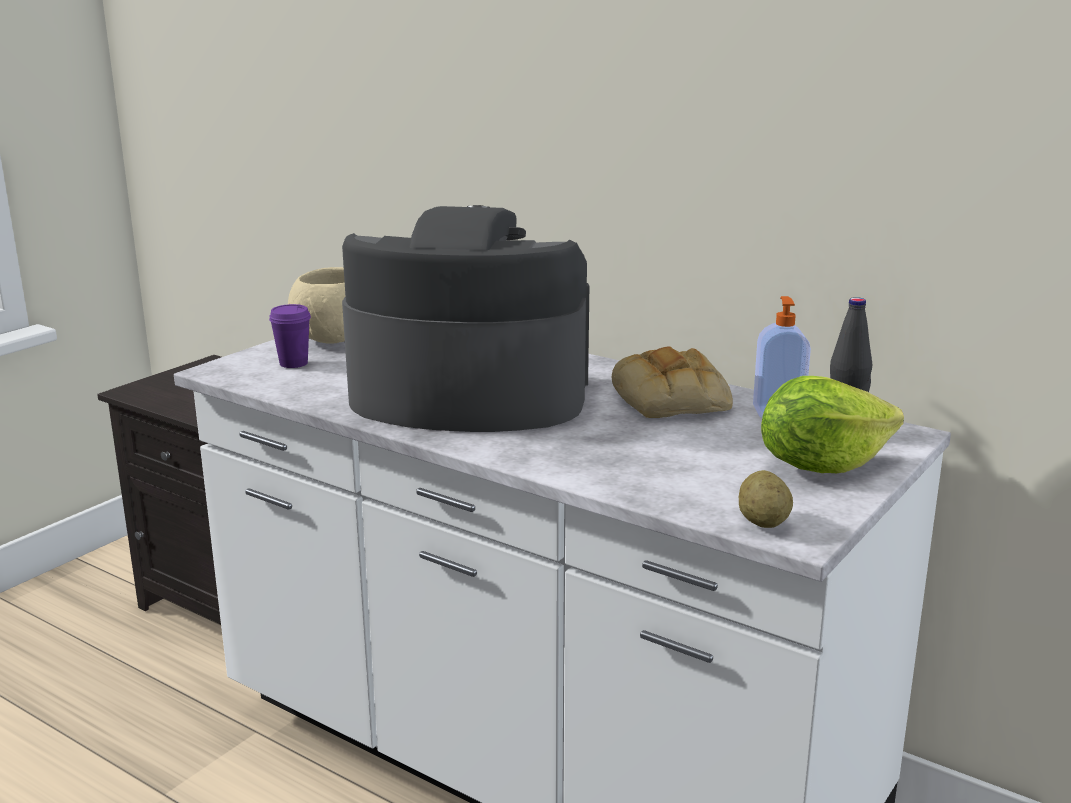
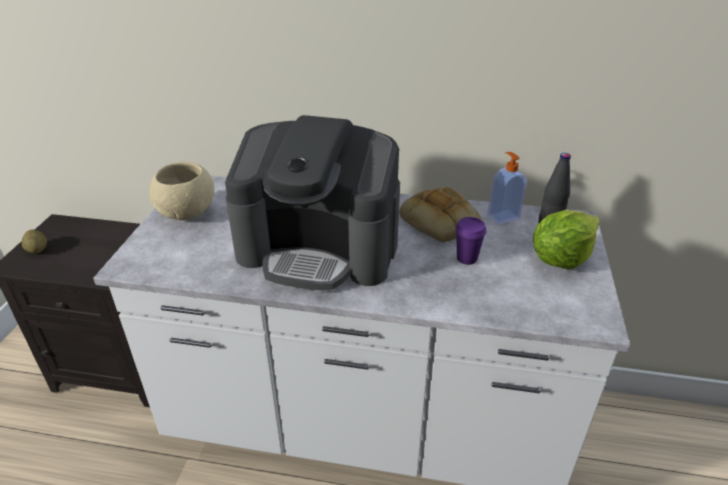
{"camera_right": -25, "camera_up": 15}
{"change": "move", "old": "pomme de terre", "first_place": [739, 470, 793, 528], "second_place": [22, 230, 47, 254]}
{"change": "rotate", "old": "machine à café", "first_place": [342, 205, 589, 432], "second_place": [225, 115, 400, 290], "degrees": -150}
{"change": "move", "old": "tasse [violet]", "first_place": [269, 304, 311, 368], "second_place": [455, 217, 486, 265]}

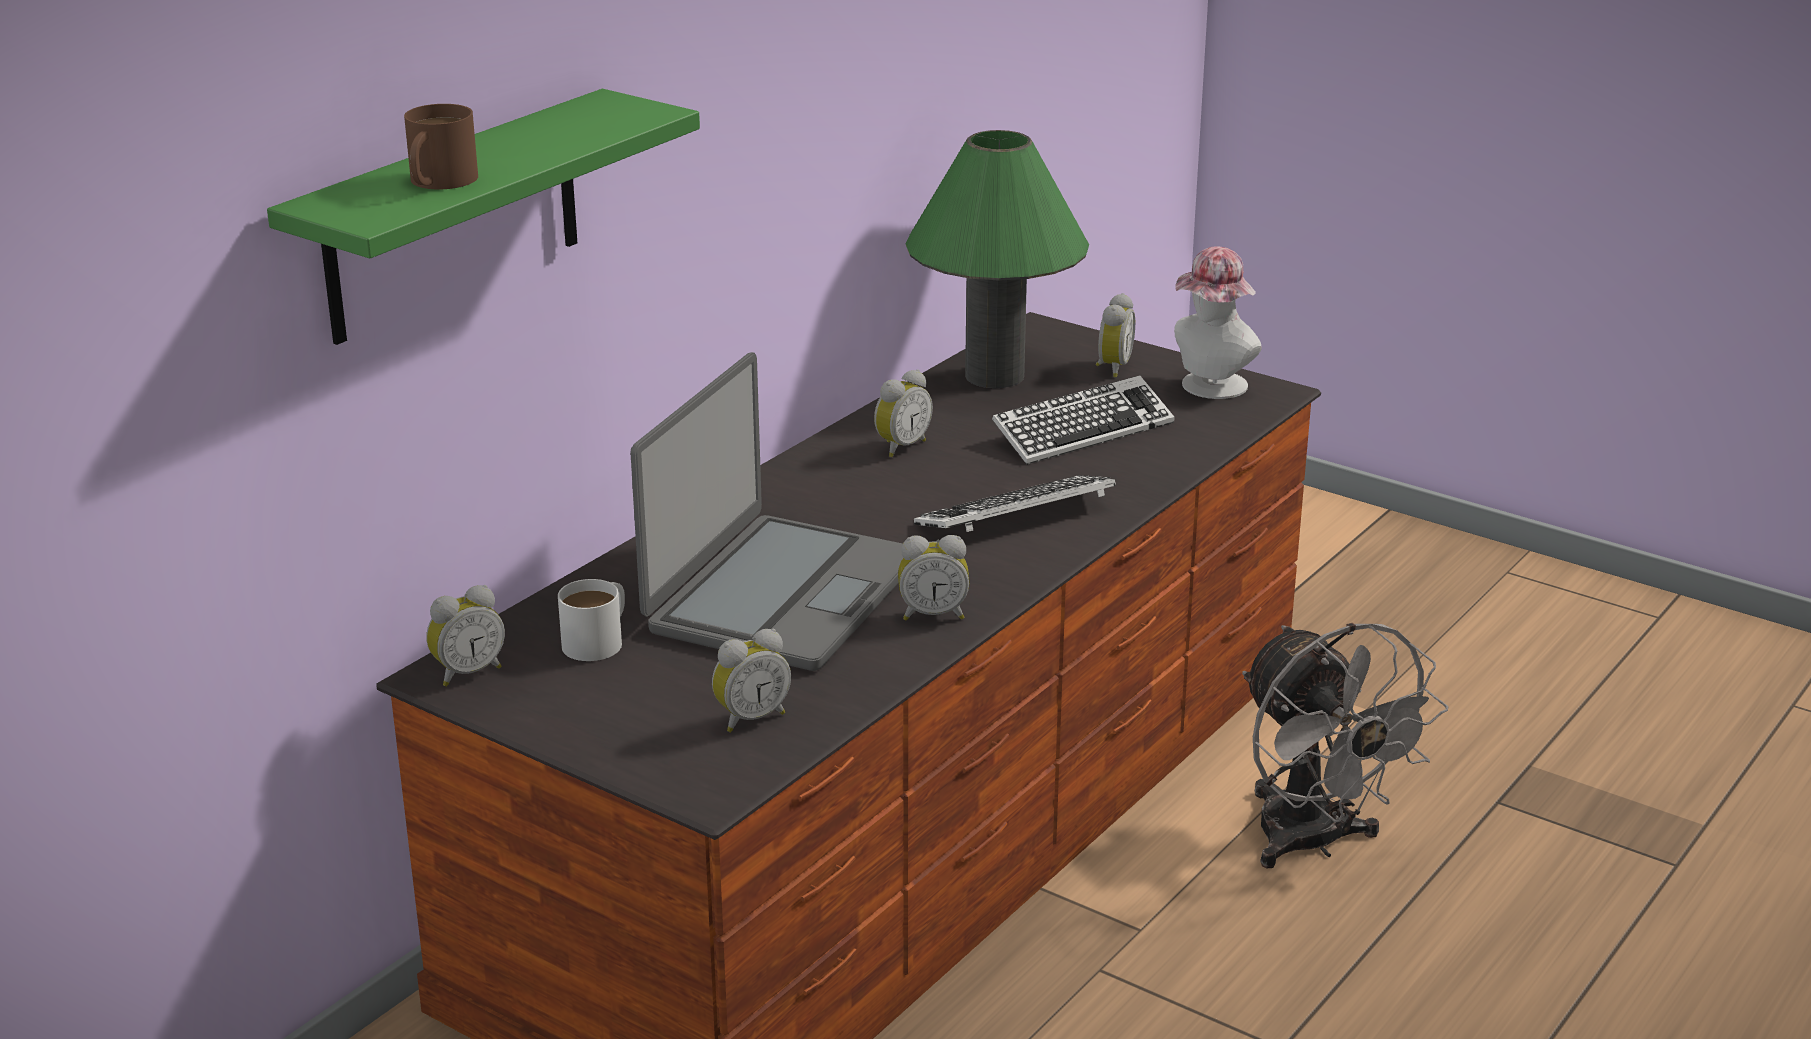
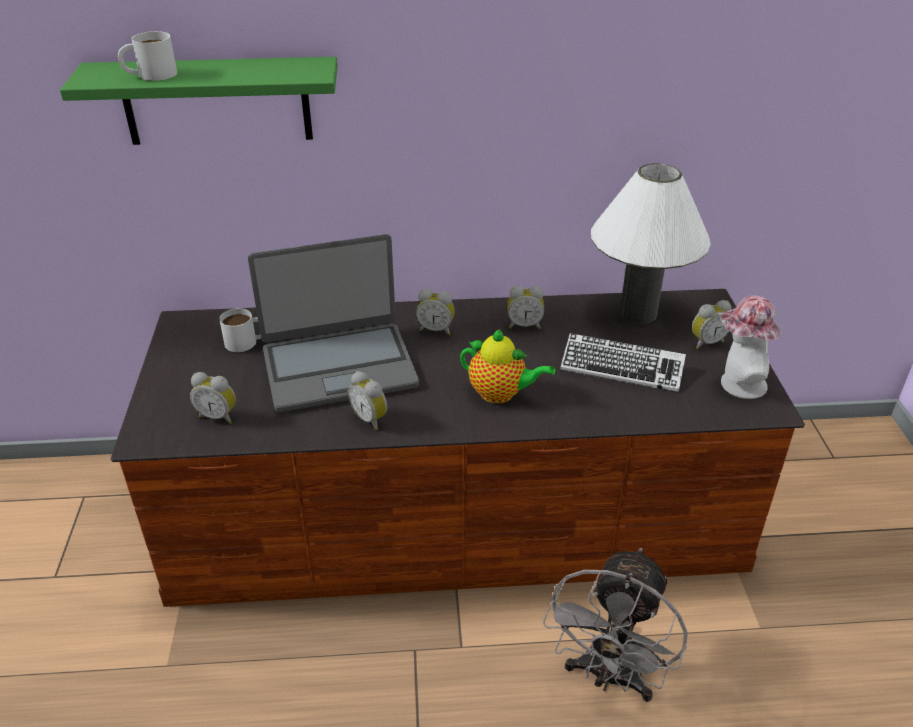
{"camera_right": 50, "camera_up": 10}
{"change": "recolor", "old": "mug [marron]", "new": "mug [blanc]", "first_place": [404, 104, 478, 189], "second_place": [118, 31, 177, 81]}
{"change": "move", "old": "réveil", "first_place": [426, 585, 505, 686], "second_place": [416, 289, 455, 335]}
{"change": "replace", "old": "clavier", "new": "théière", "first_place": [914, 475, 1116, 532], "second_place": [460, 329, 555, 403]}
{"change": "recolor", "old": "lampe de table [vert]", "new": "lampe de table [blanc]", "first_place": [905, 130, 1089, 388], "second_place": [591, 163, 711, 324]}

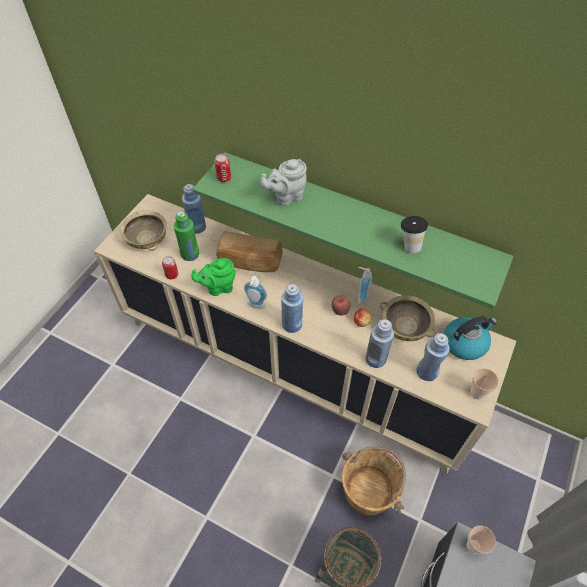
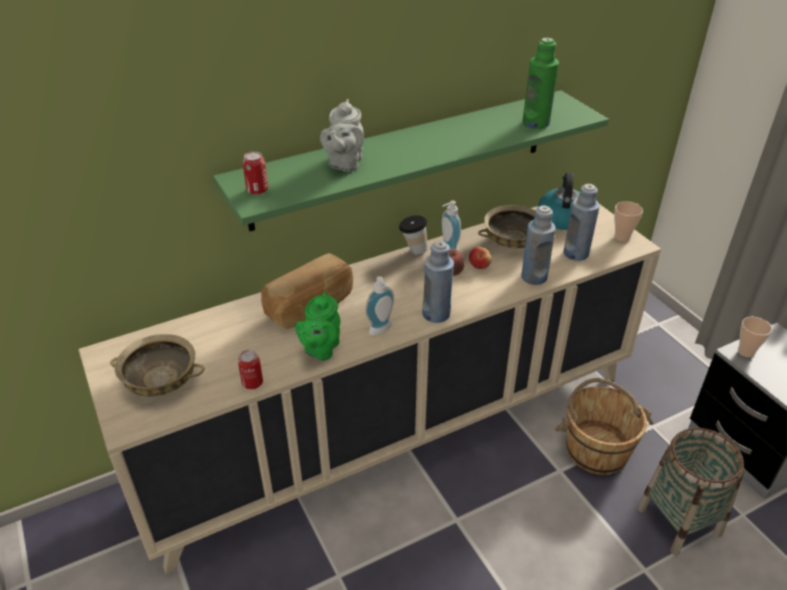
{"camera_right": -55, "camera_up": -15}
{"change": "move", "old": "tasse", "first_place": [400, 216, 428, 253], "second_place": [399, 215, 428, 255]}
{"change": "move", "old": "bouteille [vert]", "first_place": [174, 211, 199, 261], "second_place": [523, 38, 559, 129]}
{"change": "delete", "old": "bouteille [bleu]", "first_place": [182, 184, 206, 234]}

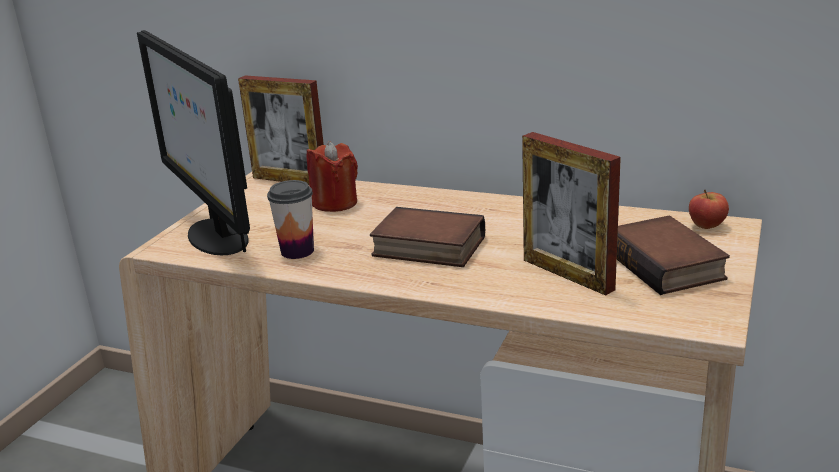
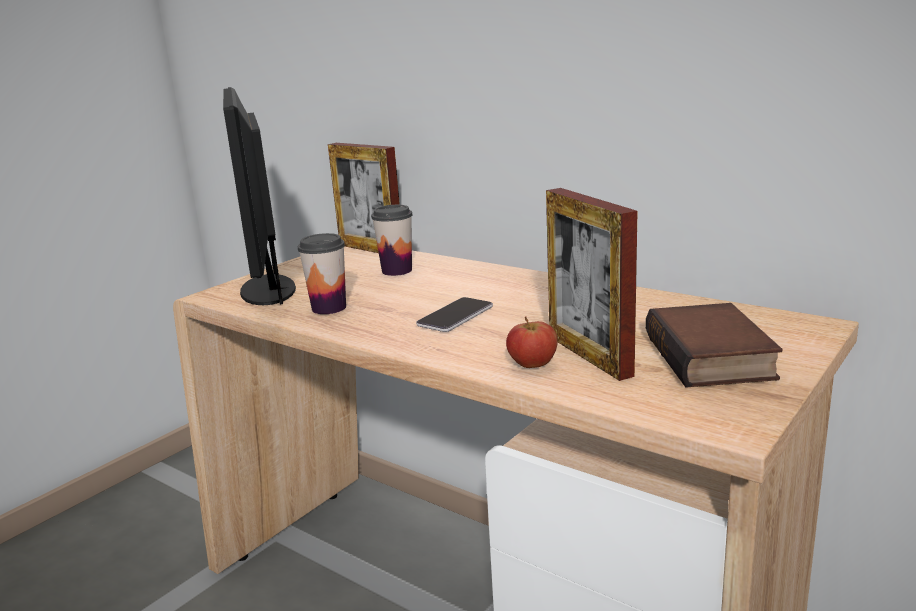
{"camera_right": 15, "camera_up": -5}
{"change": "replace", "old": "bougie [rouge]", "new": "tasse", "first_place": [307, 141, 358, 212], "second_place": [371, 205, 412, 276]}
{"change": "replace", "old": "livre", "new": "téléphone", "first_place": [370, 207, 485, 267], "second_place": [416, 297, 493, 332]}
{"change": "move", "old": "pomme", "first_place": [689, 189, 729, 229], "second_place": [506, 316, 558, 368]}

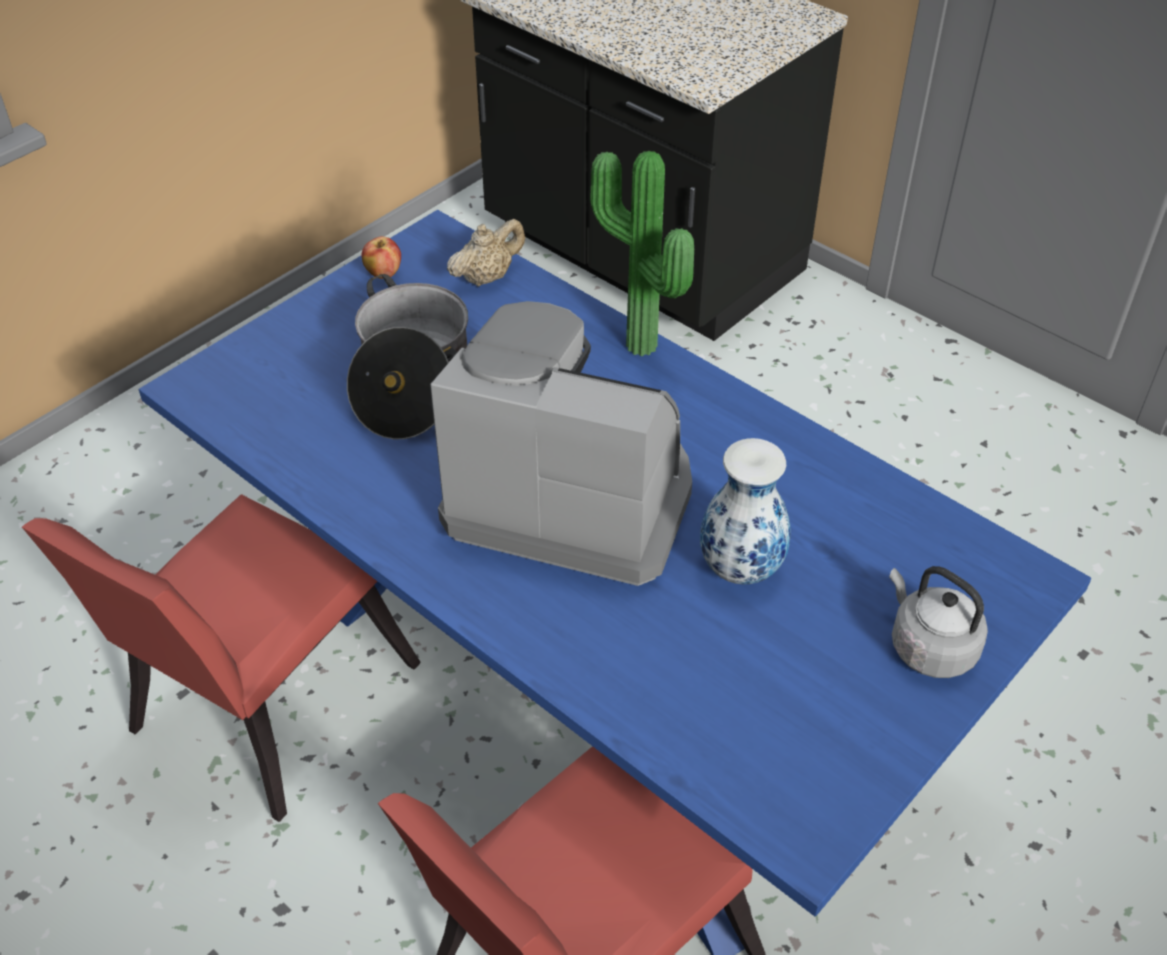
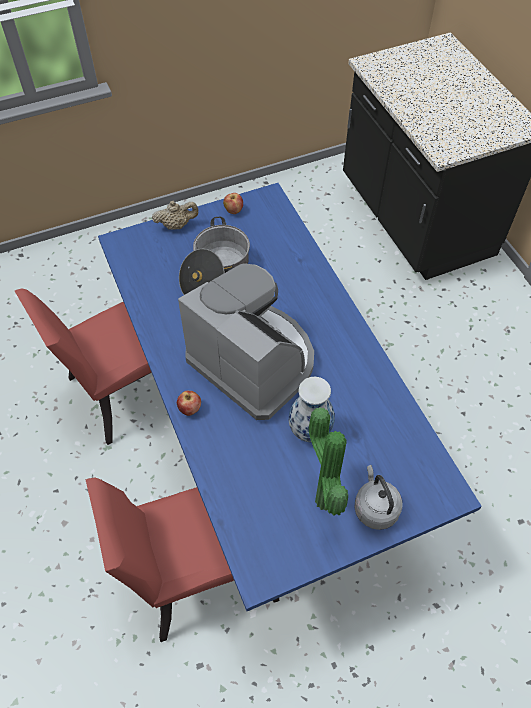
{"camera_right": 25, "camera_up": 10}
{"change": "move", "old": "théière [beige]", "first_place": [447, 219, 525, 287], "second_place": [152, 201, 198, 230]}
{"change": "insert", "new": "pomme", "second_place": [177, 391, 201, 416]}
{"change": "move", "old": "plante en pot", "first_place": [590, 151, 694, 356], "second_place": [309, 407, 348, 516]}

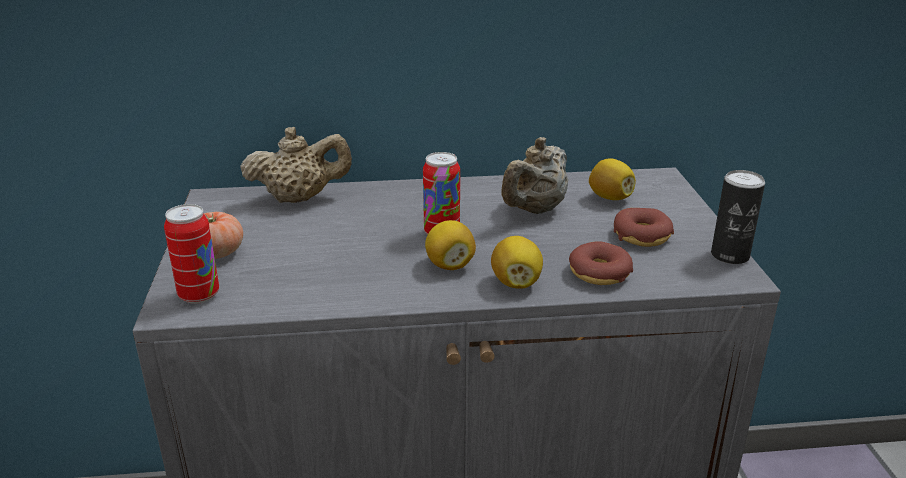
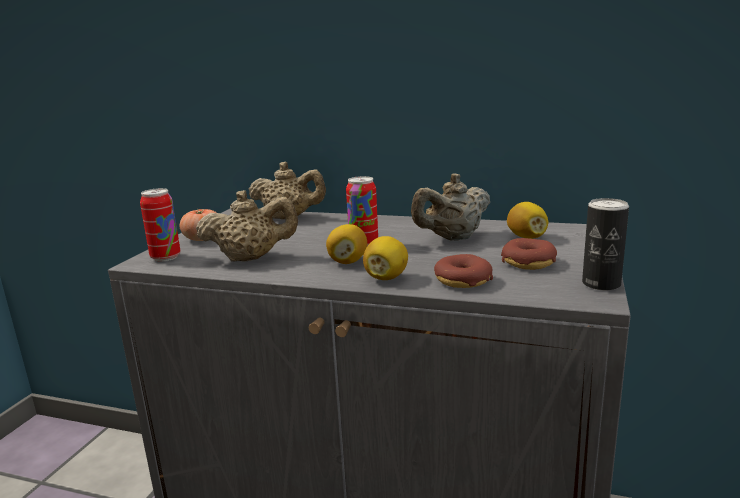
{"camera_right": 25, "camera_up": -10}
{"change": "insert", "new": "théière [beige]", "second_place": [196, 190, 298, 262]}

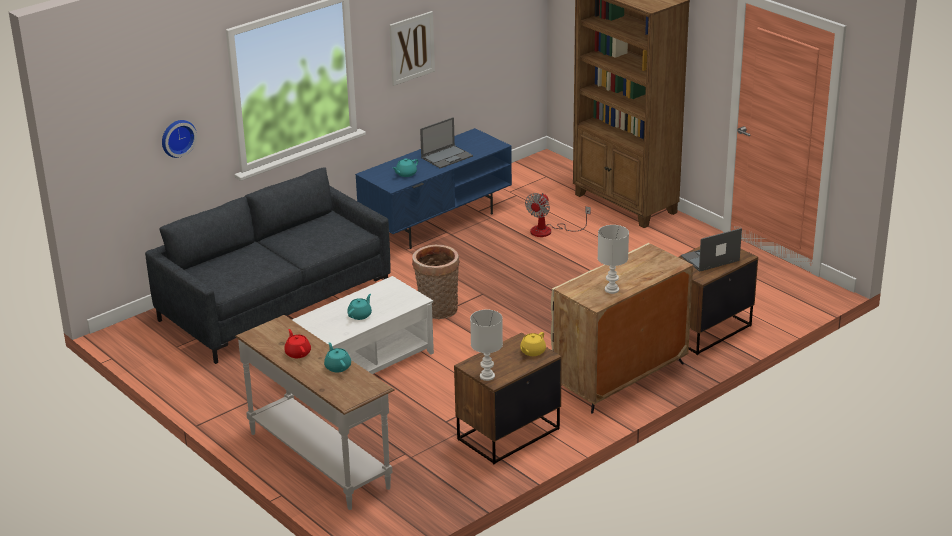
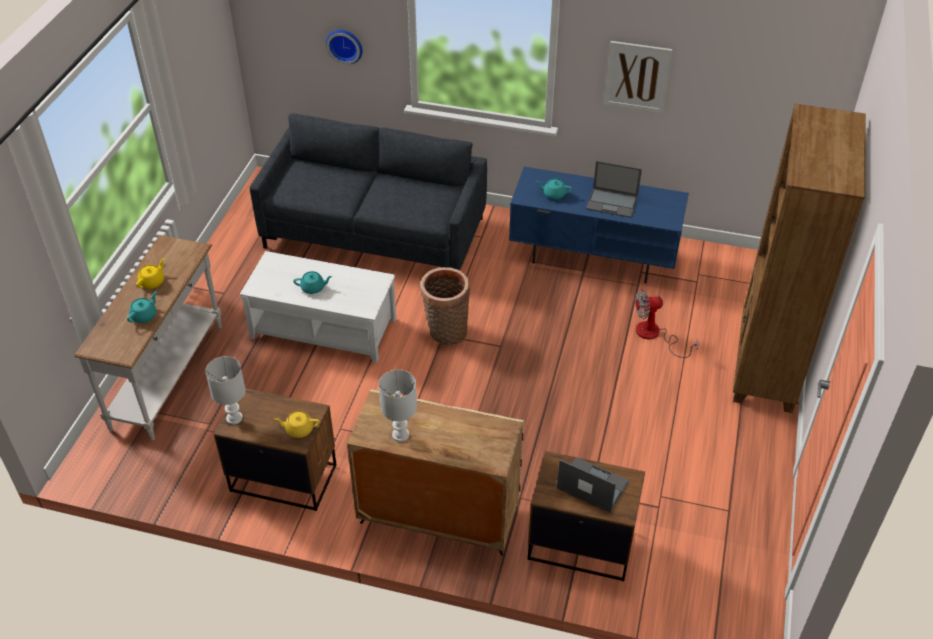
{"camera_right": 55, "camera_up": 15}
{"change": "recolor", "old": "théière [rouge]", "new": "théière [jaune]", "first_place": [284, 329, 311, 358], "second_place": [136, 258, 164, 289]}

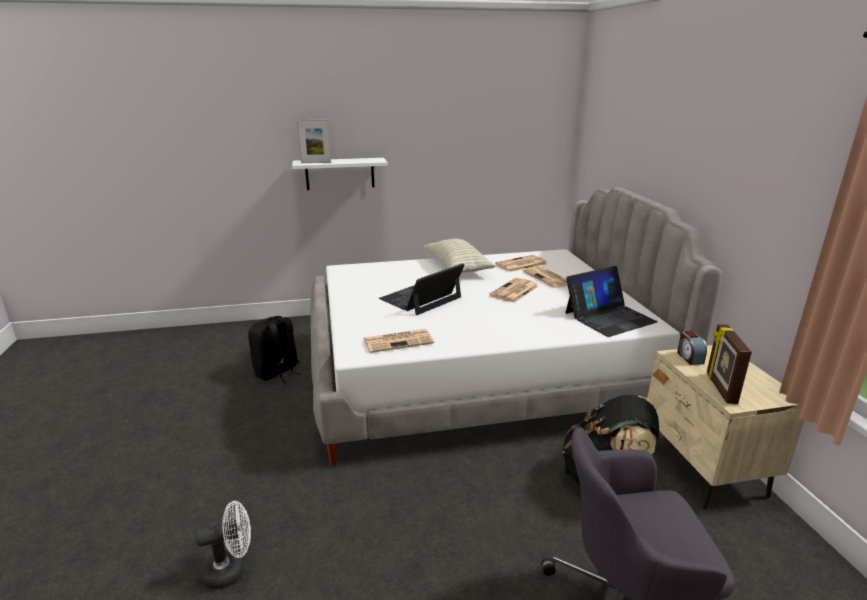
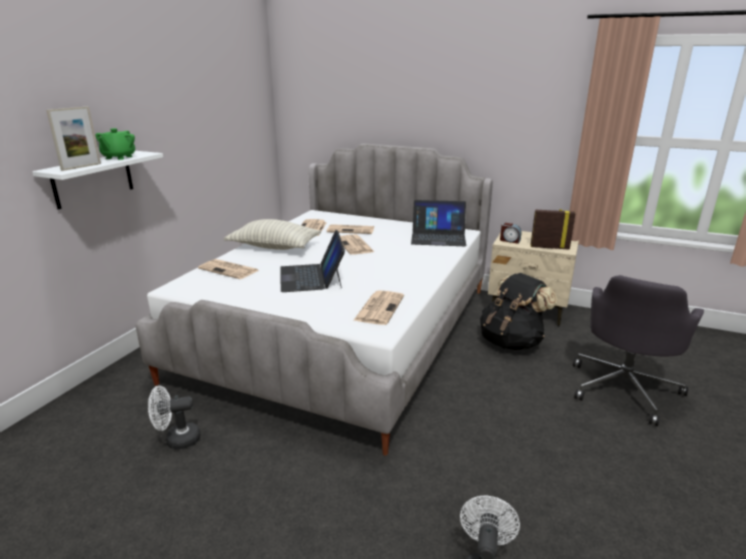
{"camera_right": -55, "camera_up": 0}
{"change": "insert", "new": "théière [vert]", "second_place": [95, 128, 135, 160]}
{"change": "replace", "old": "sac à dos [noir]", "new": "ventilateur [blanc]", "first_place": [248, 316, 302, 383], "second_place": [148, 385, 201, 450]}
{"change": "insert", "new": "journal", "second_place": [198, 259, 259, 279]}
{"change": "rotate", "old": "ordinateur portable", "first_place": [565, 266, 658, 337], "second_place": [411, 200, 466, 246], "degrees": 90}
{"change": "rotate", "old": "cadre photo", "first_place": [707, 324, 752, 404], "second_place": [531, 209, 576, 250], "degrees": 150}

